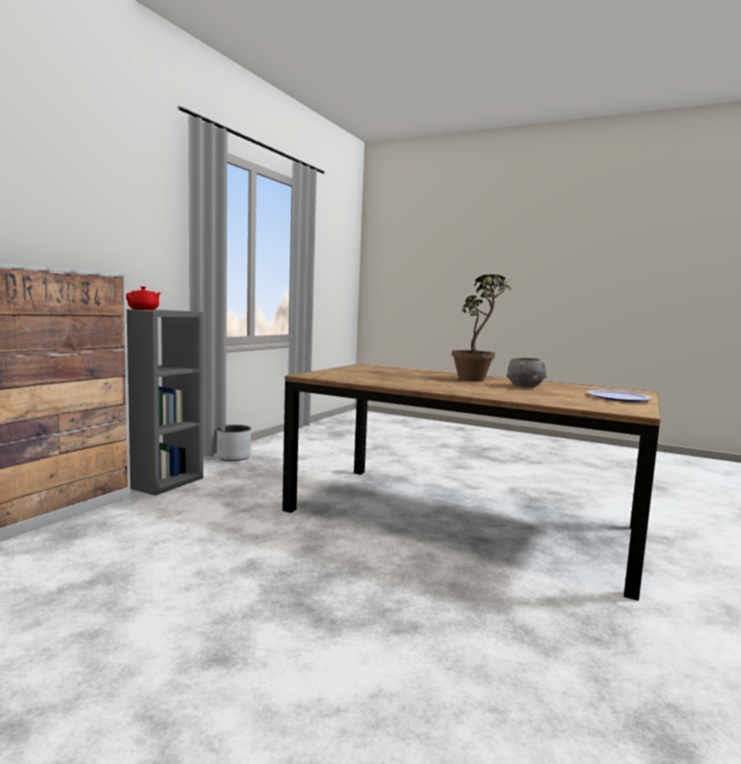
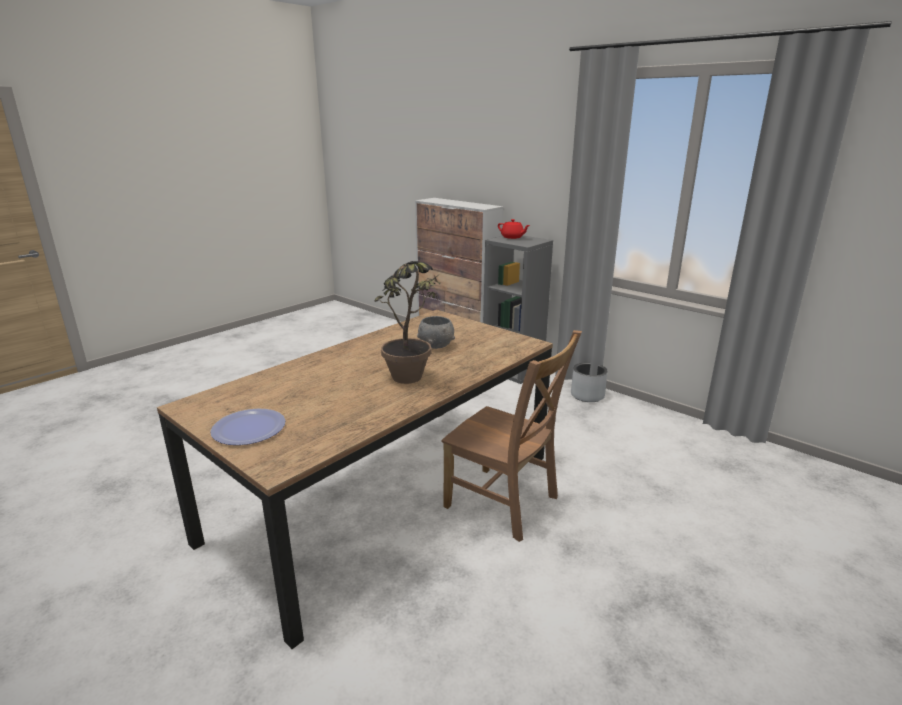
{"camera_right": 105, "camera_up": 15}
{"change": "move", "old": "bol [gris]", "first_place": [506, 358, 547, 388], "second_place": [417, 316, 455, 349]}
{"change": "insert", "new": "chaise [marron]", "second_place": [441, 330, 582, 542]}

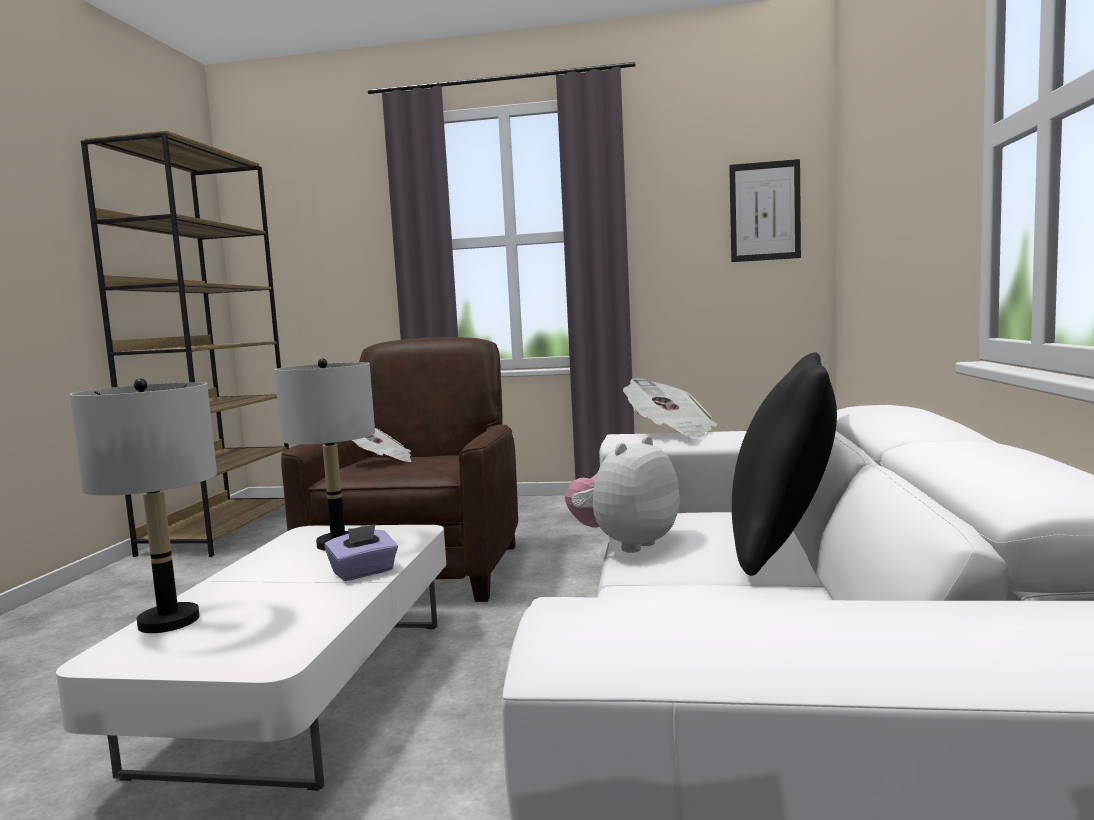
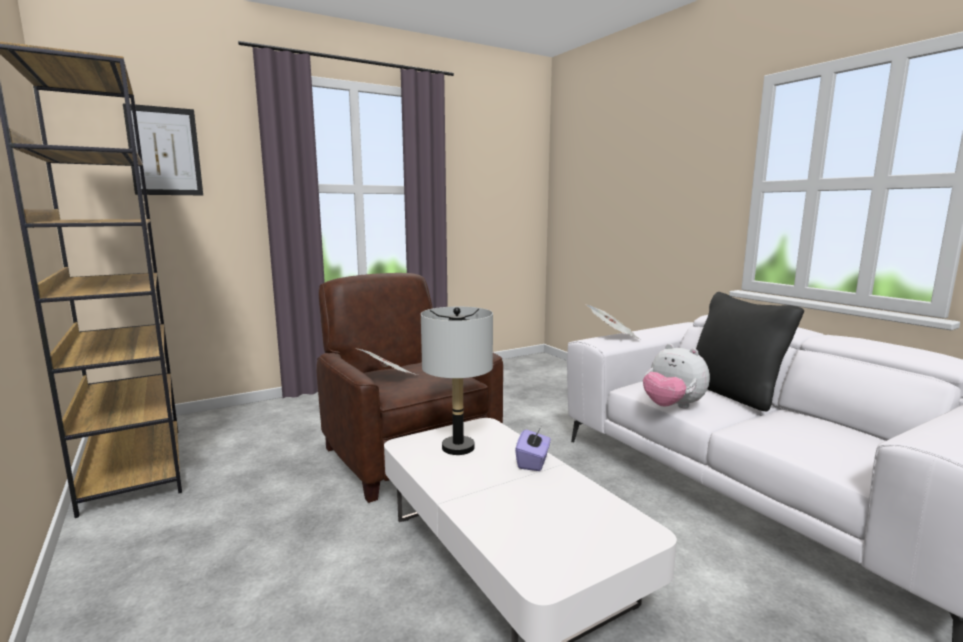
{"camera_right": -40, "camera_up": 5}
{"change": "move", "old": "tableau", "first_place": [729, 159, 801, 262], "second_place": [123, 104, 203, 195]}
{"change": "rotate", "old": "peluche", "first_place": [565, 436, 680, 553], "second_place": [643, 344, 710, 409], "degrees": -45}
{"change": "delete", "old": "lampe de table [gris]", "first_place": [70, 378, 217, 633]}

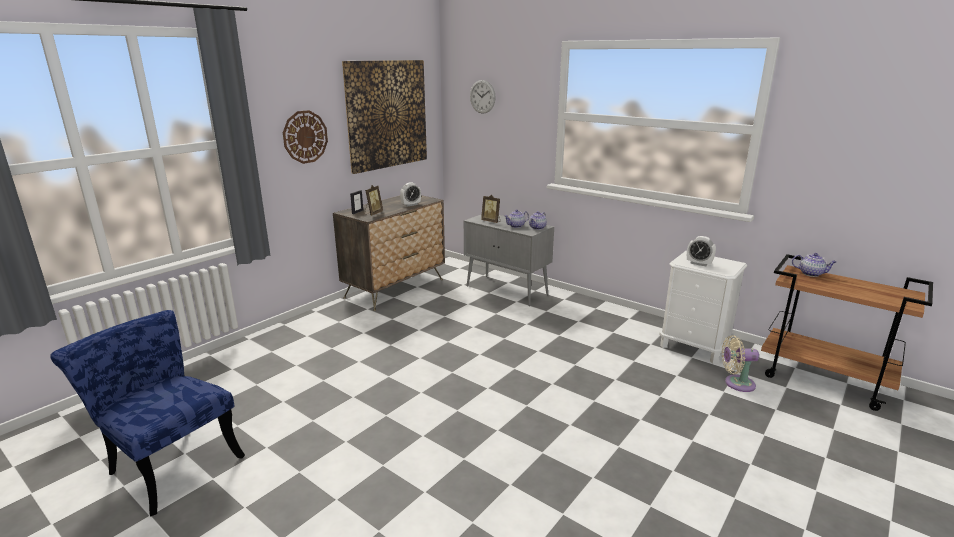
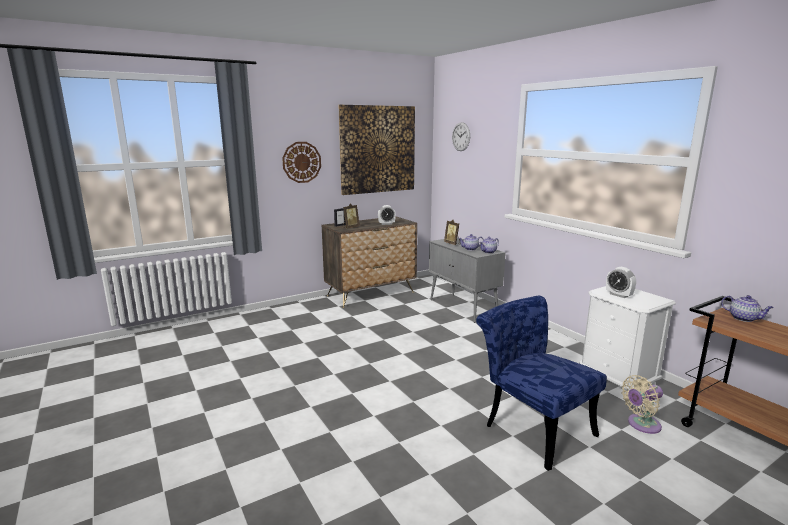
{"camera_right": 20, "camera_up": -5}
{"change": "move", "old": "chaise [bleu]", "first_place": [50, 310, 245, 517], "second_place": [476, 296, 607, 471]}
{"change": "rotate", "old": "ventilateur [beige]", "first_place": [722, 335, 759, 392], "second_place": [621, 375, 663, 434], "degrees": -45}

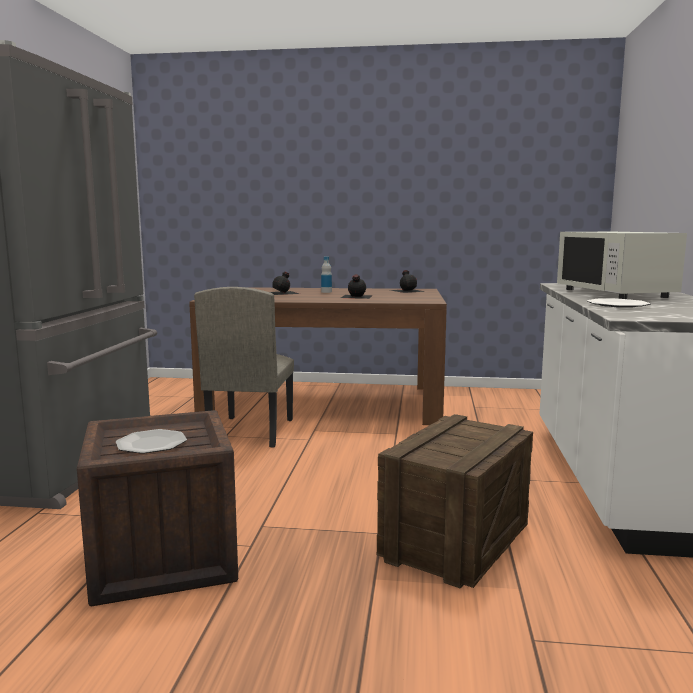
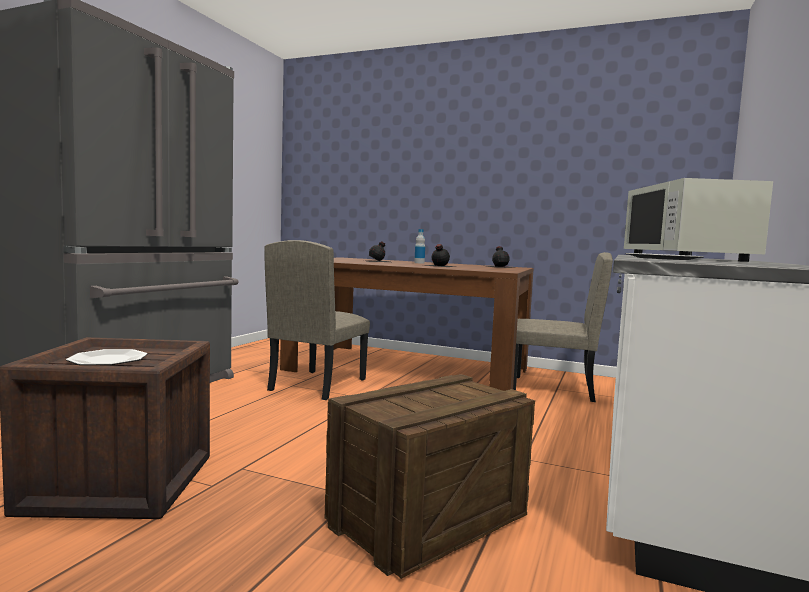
{"camera_right": 15, "camera_up": -5}
{"change": "insert", "new": "chaise [beige]", "second_place": [513, 252, 613, 402]}

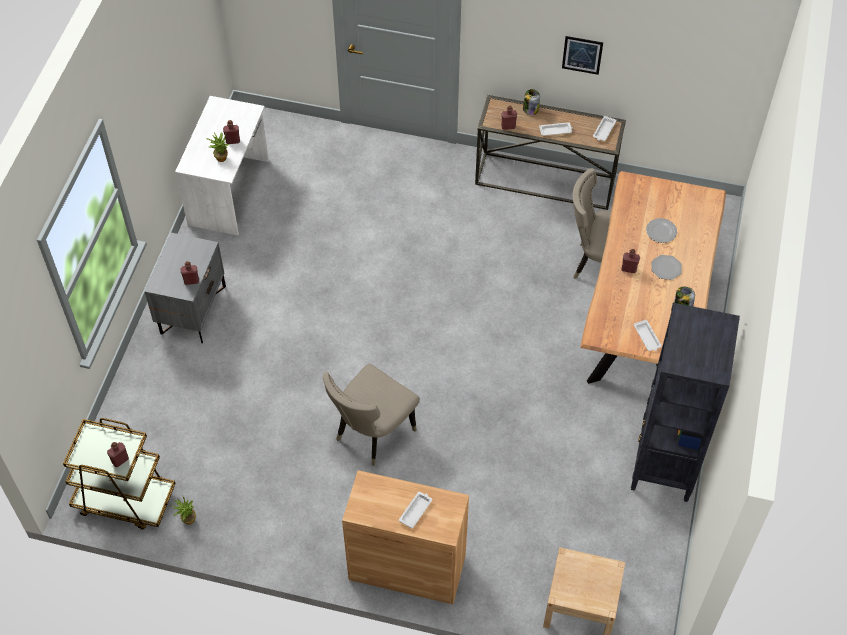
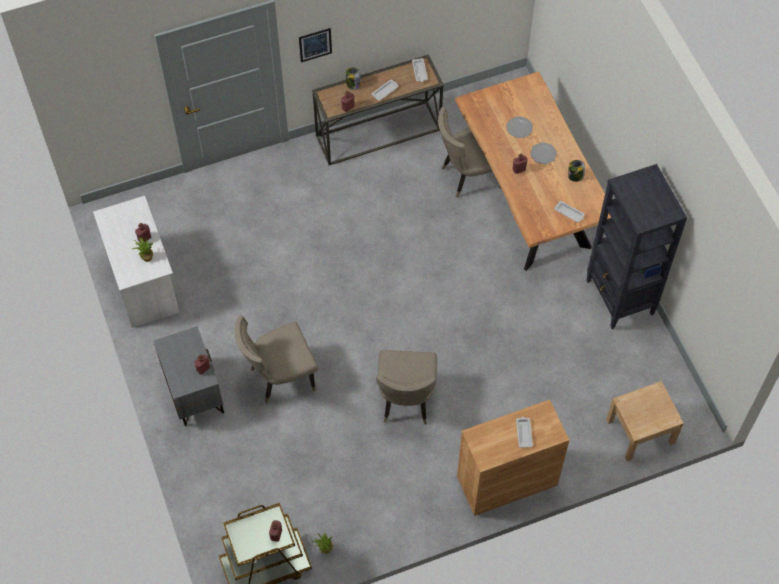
{"camera_right": -35, "camera_up": 5}
{"change": "insert", "new": "chaise [beige]", "second_place": [235, 315, 318, 403]}
{"change": "move", "old": "tableau", "first_place": [562, 36, 603, 75], "second_place": [299, 28, 332, 62]}

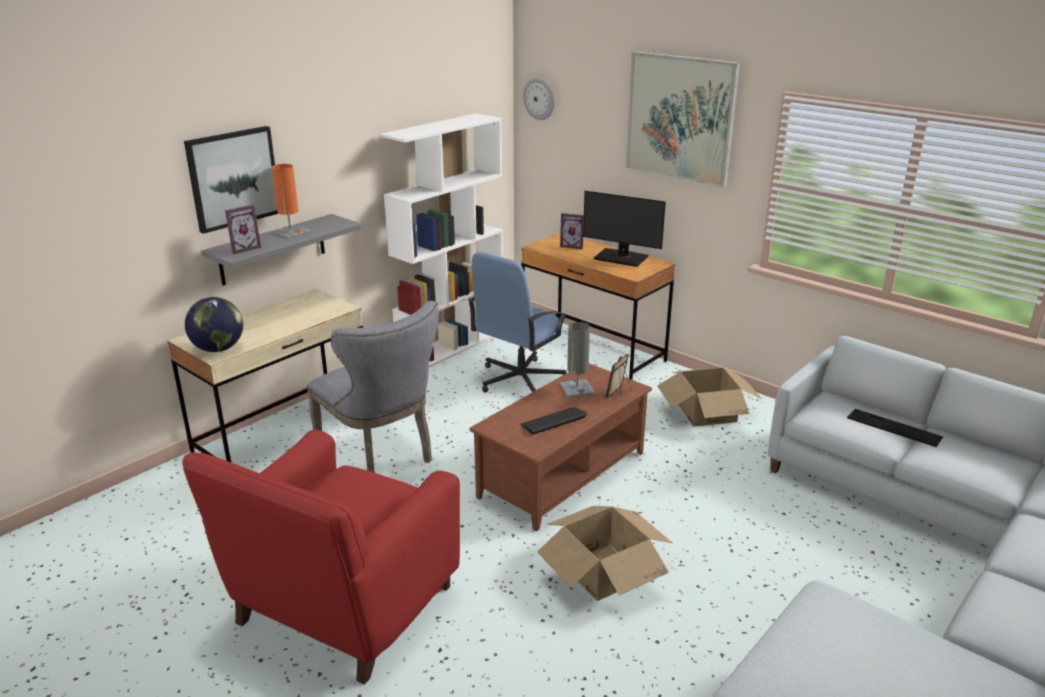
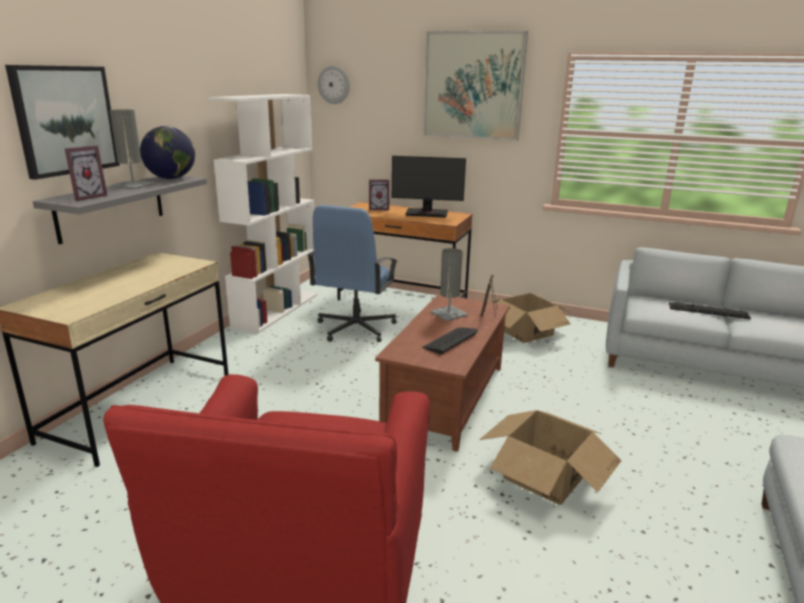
{"camera_right": -20, "camera_up": -5}
{"change": "recolor", "old": "lampe de table [orange]", "new": "lampe de table [gris]", "first_place": [271, 164, 310, 239], "second_place": [110, 109, 155, 189]}
{"change": "move", "old": "globe", "first_place": [185, 297, 243, 352], "second_place": [140, 126, 195, 179]}
{"change": "delete", "old": "chaise [gris]", "first_place": [307, 301, 439, 473]}

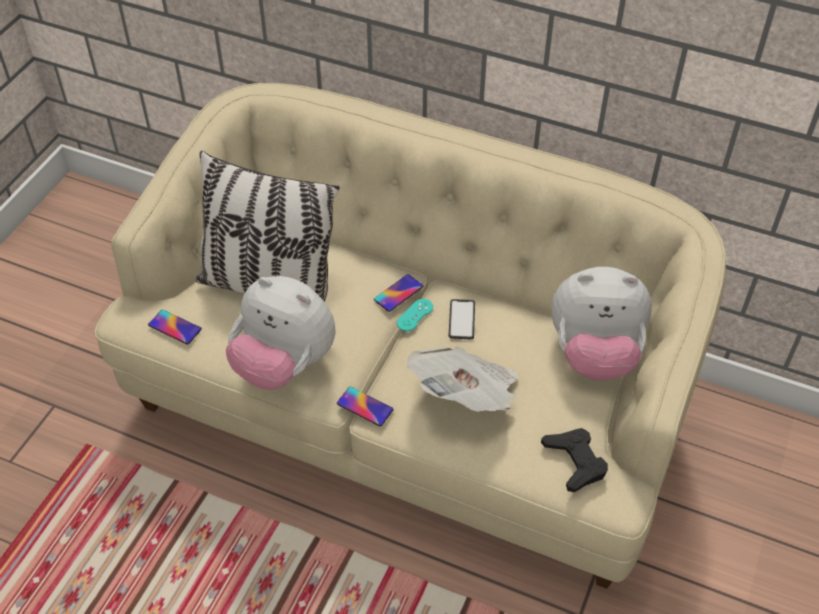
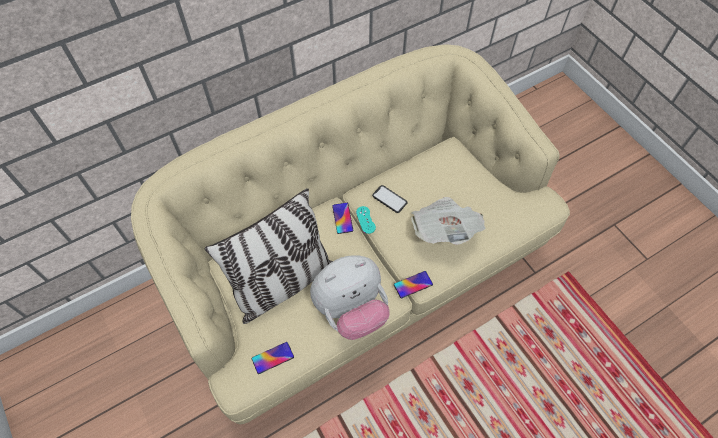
{"camera_right": -55, "camera_up": 10}
{"change": "delete", "old": "manette [noir]", "first_place": [541, 428, 608, 492]}
{"change": "delete", "old": "peluche", "first_place": [551, 267, 652, 381]}

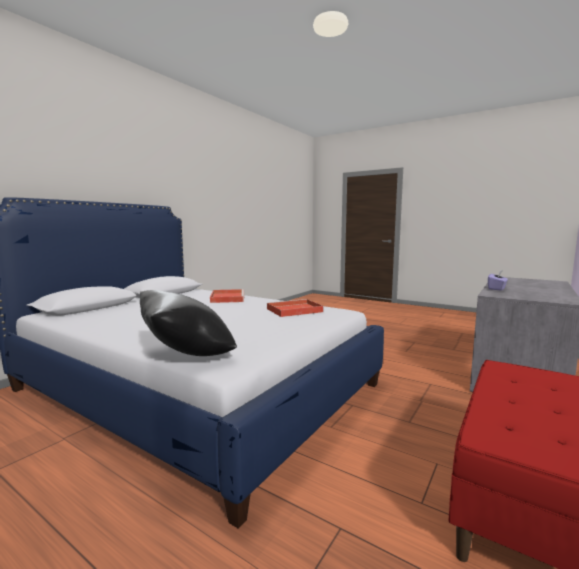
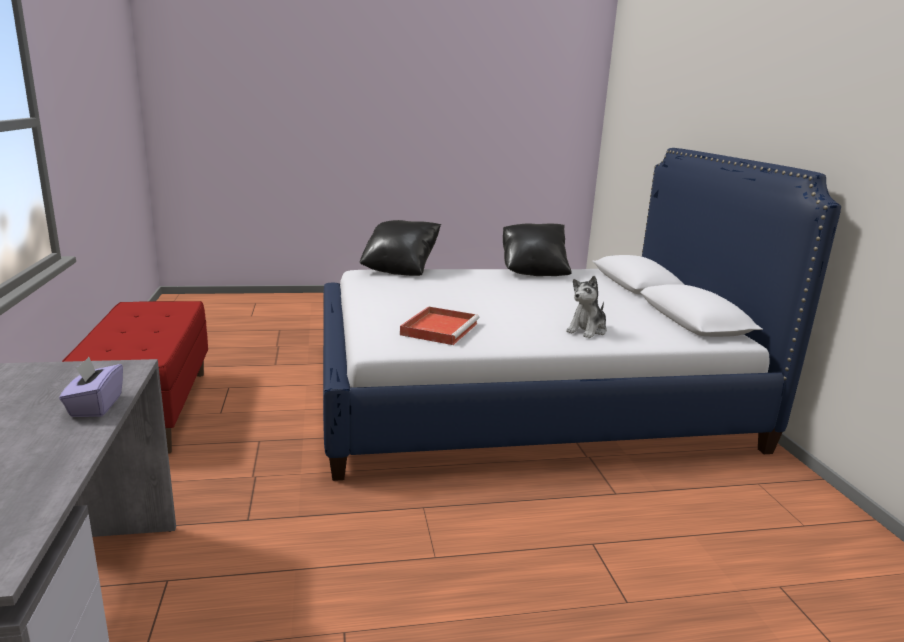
{"camera_right": 135, "camera_up": 10}
{"change": "insert", "new": "coussin [noir]", "second_place": [503, 223, 572, 276]}
{"change": "replace", "old": "plateau [rouge]", "new": "peluche", "first_place": [210, 289, 244, 303], "second_place": [566, 276, 607, 338]}

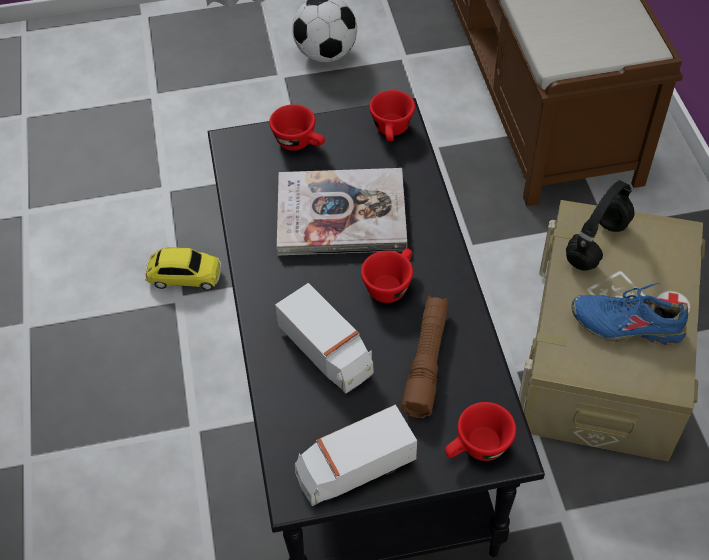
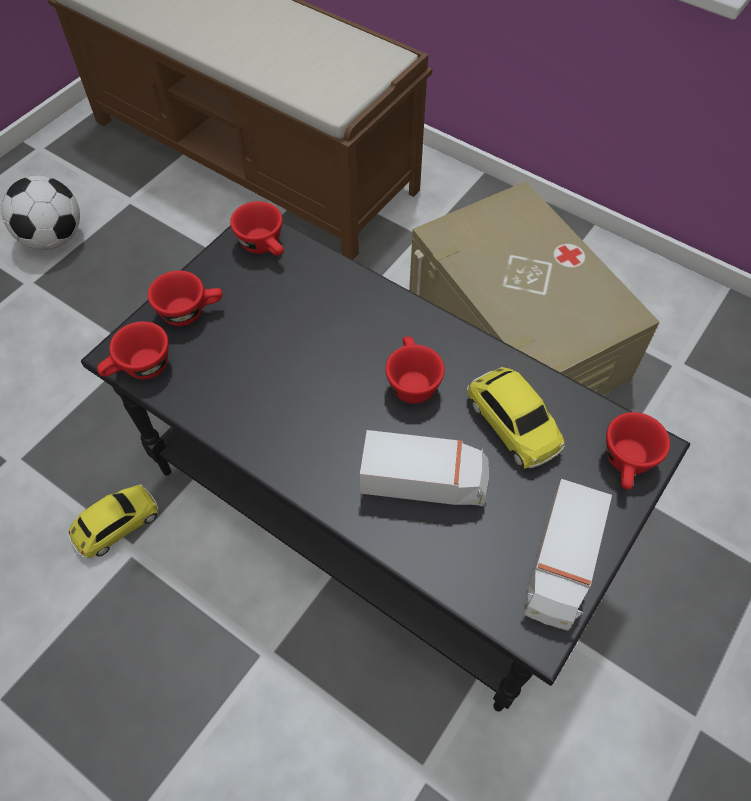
{"camera_right": -45, "camera_up": 5}
{"change": "insert", "new": "tasse [rouge]", "second_place": [97, 321, 169, 379]}
{"change": "replace", "old": "lampe de poche [marron]", "new": "petite voiture", "first_place": [401, 296, 449, 418], "second_place": [467, 367, 565, 469]}
{"change": "delete", "old": "livre", "first_place": [277, 168, 407, 255]}
{"change": "delete", "old": "casque audio [noir]", "first_place": [566, 180, 635, 271]}
{"change": "delete", "old": "chaussure [bleu]", "first_place": [572, 283, 688, 345]}

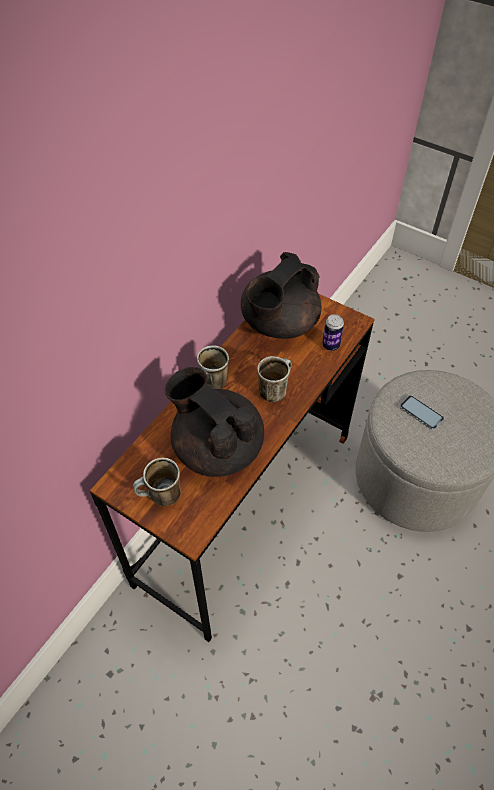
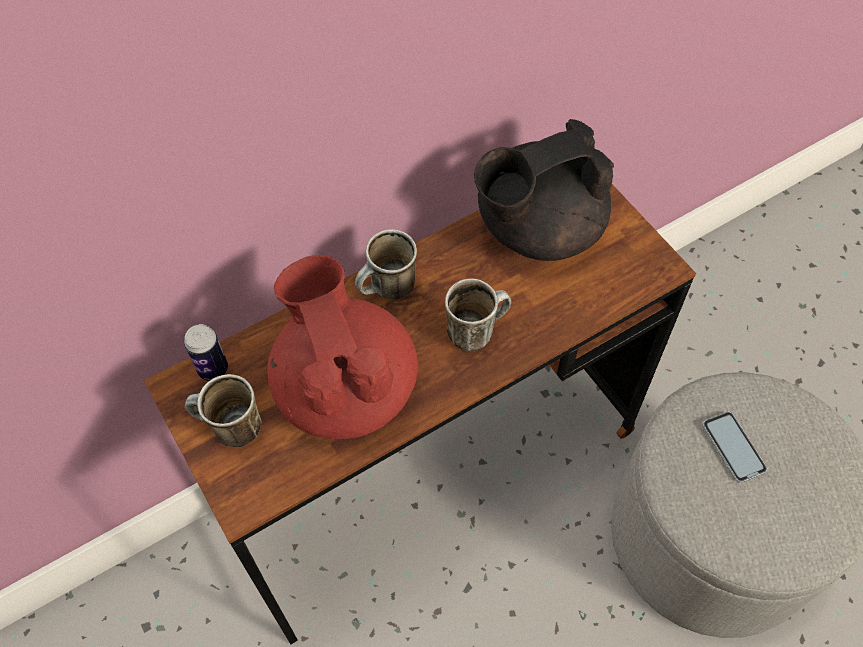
{"camera_right": 25, "camera_up": 5}
{"change": "move", "old": "boîte métallique", "first_place": [322, 314, 344, 351], "second_place": [184, 324, 228, 381]}
{"change": "recolor", "old": "théière [noir]", "new": "théière [rouge]", "first_place": [165, 367, 264, 477], "second_place": [267, 255, 418, 439]}

